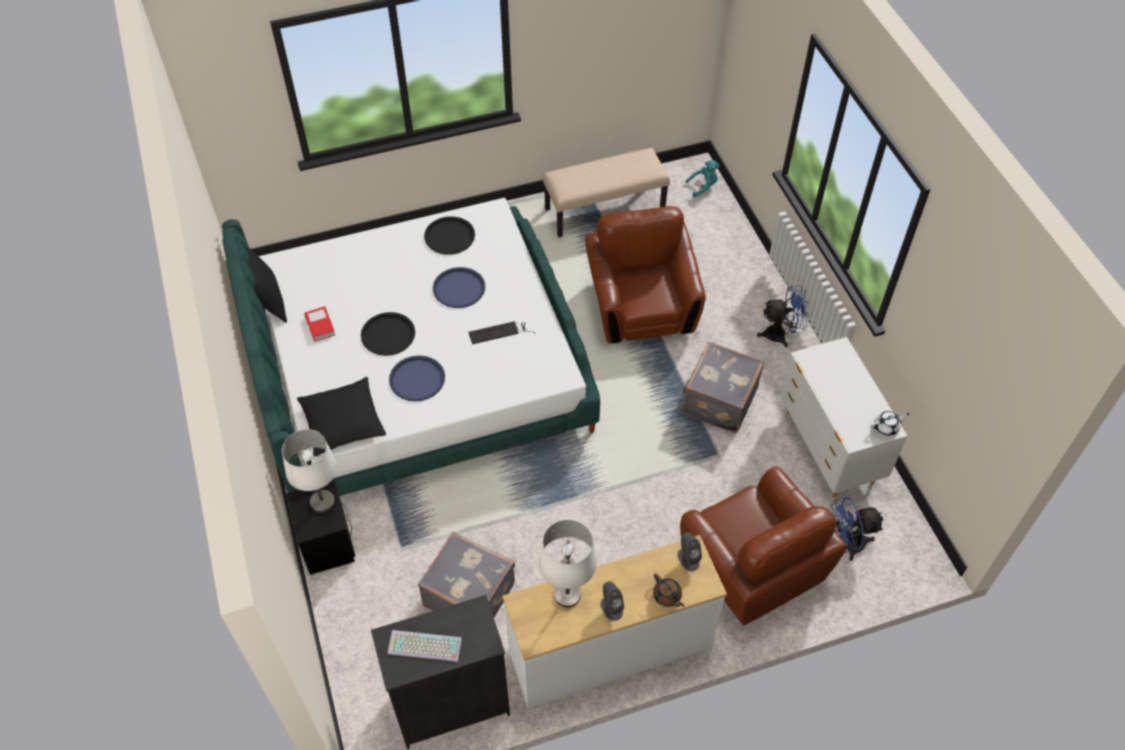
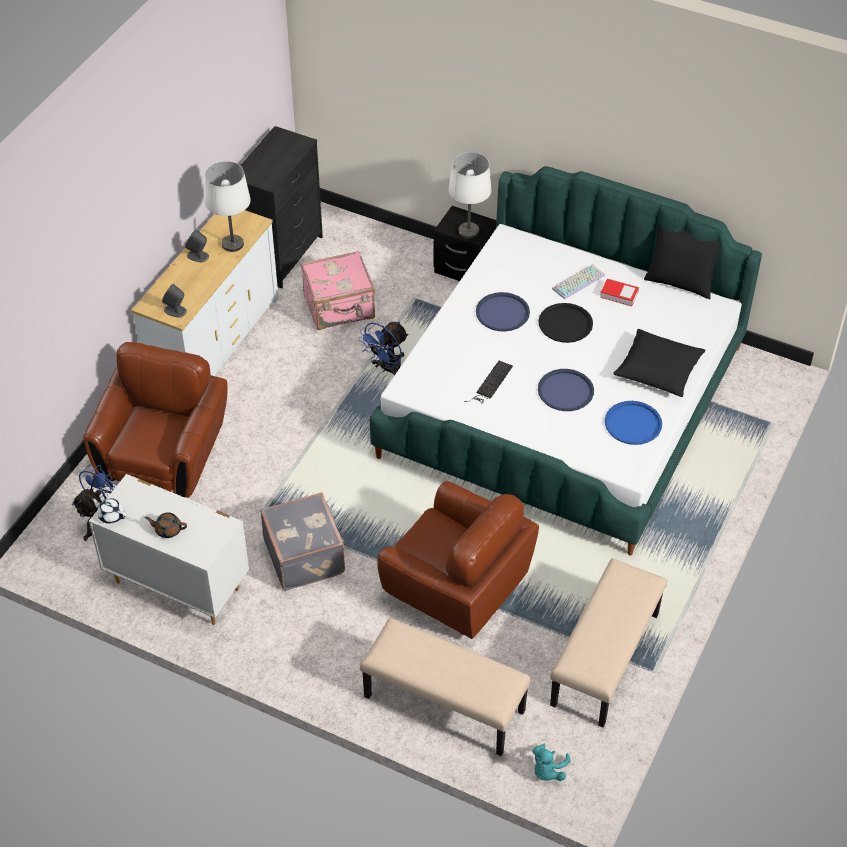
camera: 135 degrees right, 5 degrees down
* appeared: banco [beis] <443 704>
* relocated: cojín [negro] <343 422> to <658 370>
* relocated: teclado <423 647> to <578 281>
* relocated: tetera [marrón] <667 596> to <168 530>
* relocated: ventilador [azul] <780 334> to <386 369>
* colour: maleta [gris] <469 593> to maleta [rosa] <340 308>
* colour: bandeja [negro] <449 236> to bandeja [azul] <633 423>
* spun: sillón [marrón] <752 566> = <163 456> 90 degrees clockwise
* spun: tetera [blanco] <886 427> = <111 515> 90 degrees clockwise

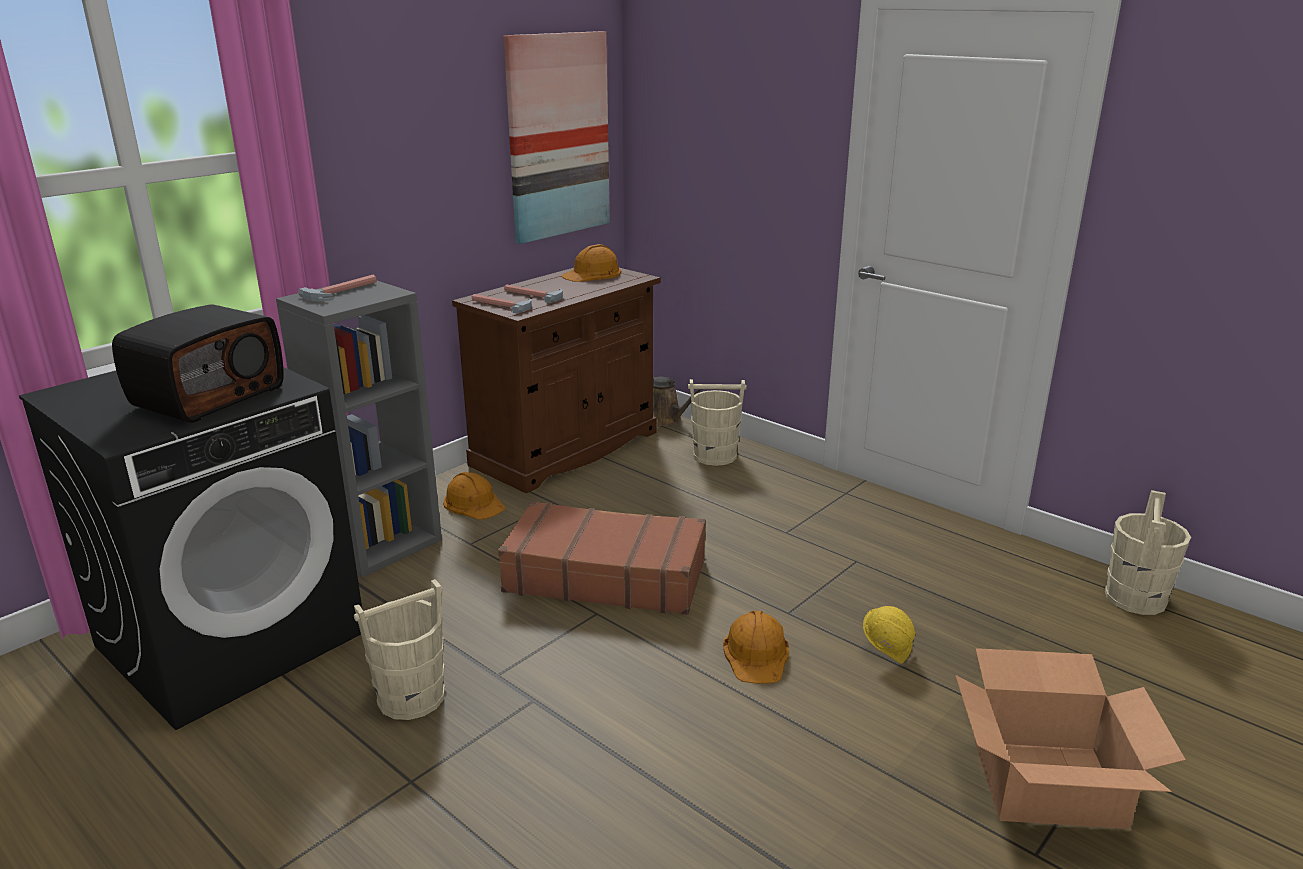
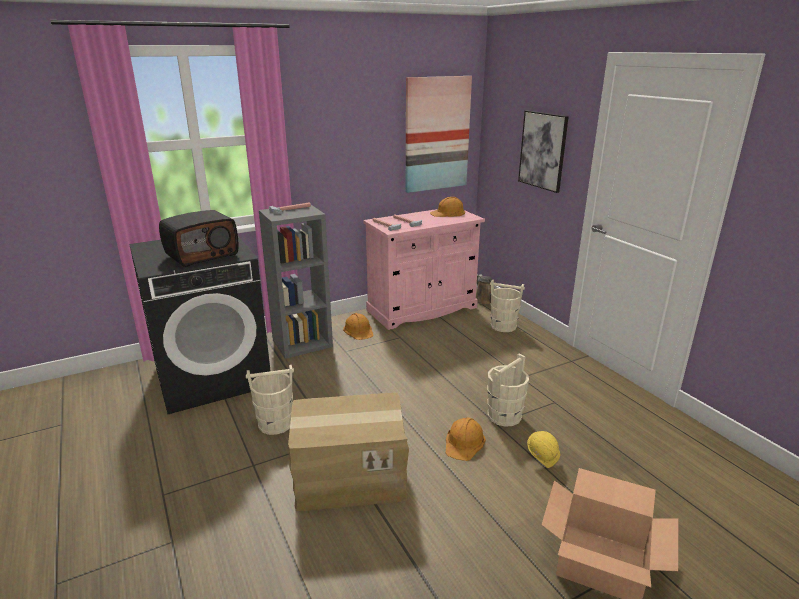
camera: 20 degrees right, 0 degrees up
* missing: maleta [marrón] <605 575>
* appeared: caja de cartón <350 477>
* appeared: cuadro <543 150>
* relocated: cubo [beis] <1135 598> to <504 415>
* colour: armario [marrón] <566 449> to armario [rosa] <422 309>

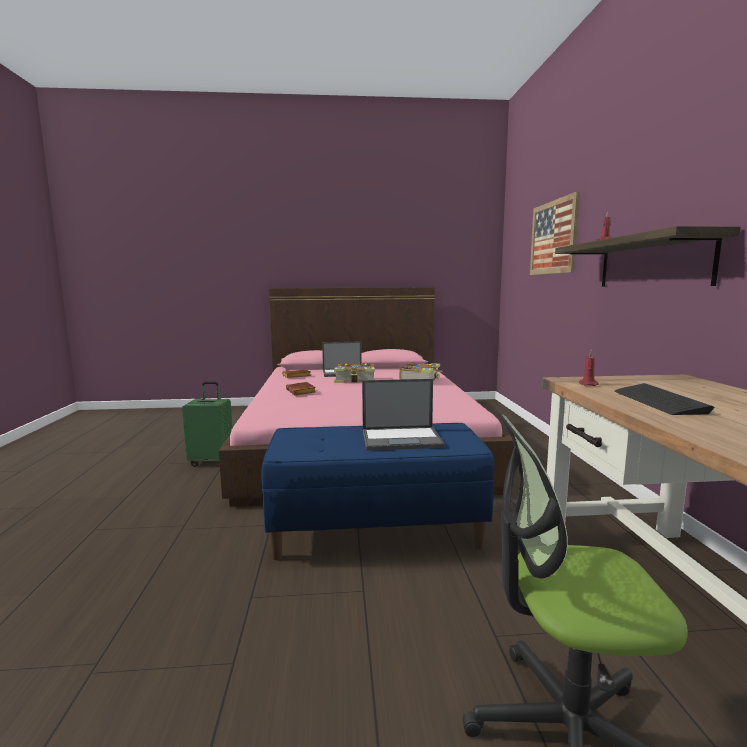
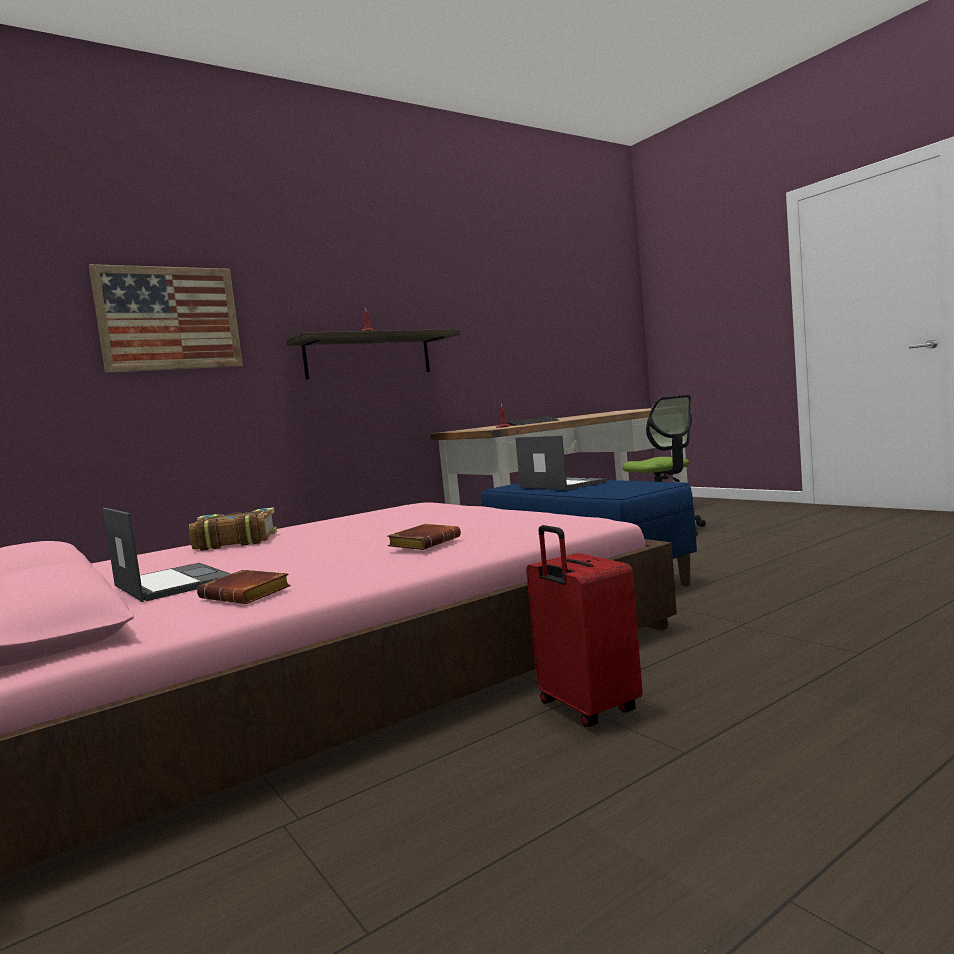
camera: 120 degrees left, 5 degrees down
* missing: libro <355 380>
* colour: maleta [verde] <212 462> to maleta [rojo] <586 709>

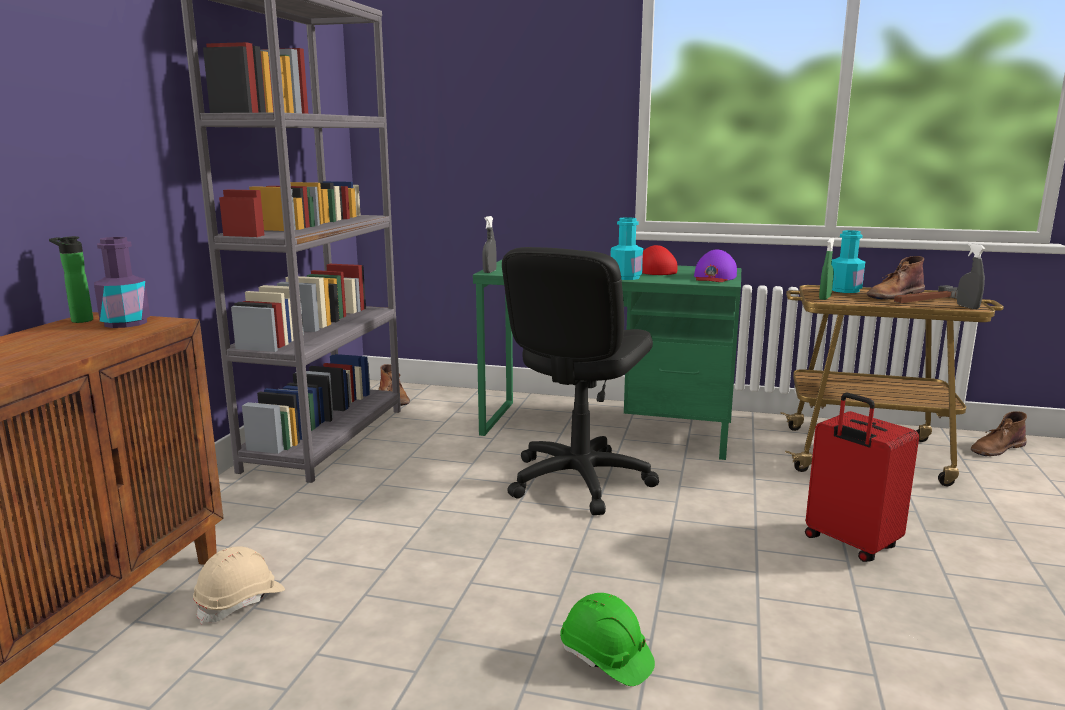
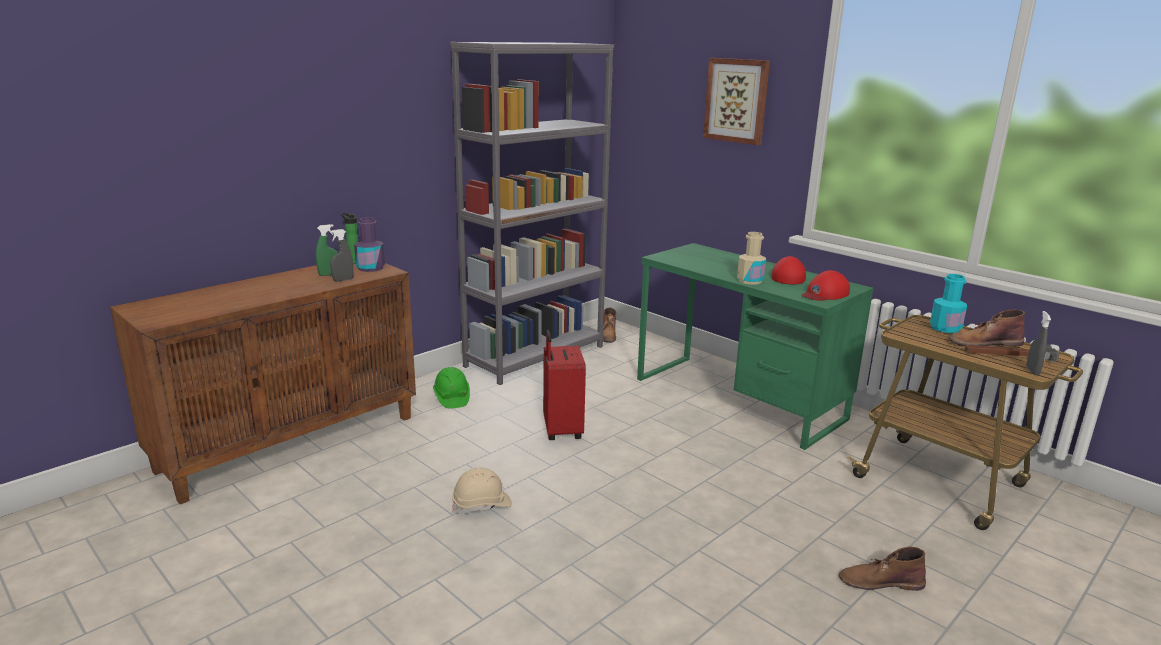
camera: 30 degrees right, 5 degrees up
* missing: silla de oficina [negro] <578 481>
* appeared: cuadro <736 100>
* relocated: casco [beis] <241 602> to <482 505>
* relocated: pulverizador [gris] <489 271> to <343 280>
* relocated: casco [verde] <605 658> to <451 398>
* relocated: maleta [rojo] <849 544> to <561 430>
* relocated: pulverizador [verde] <825 298> to <329 274>
* relocated: bota [marrón] <996 448> to <880 581>
* colour: botella [turquesa] <626 277> to botella [beis] <750 281>
* colour: gorra [morado] <714 277> to gorra [rojo] <824 294>

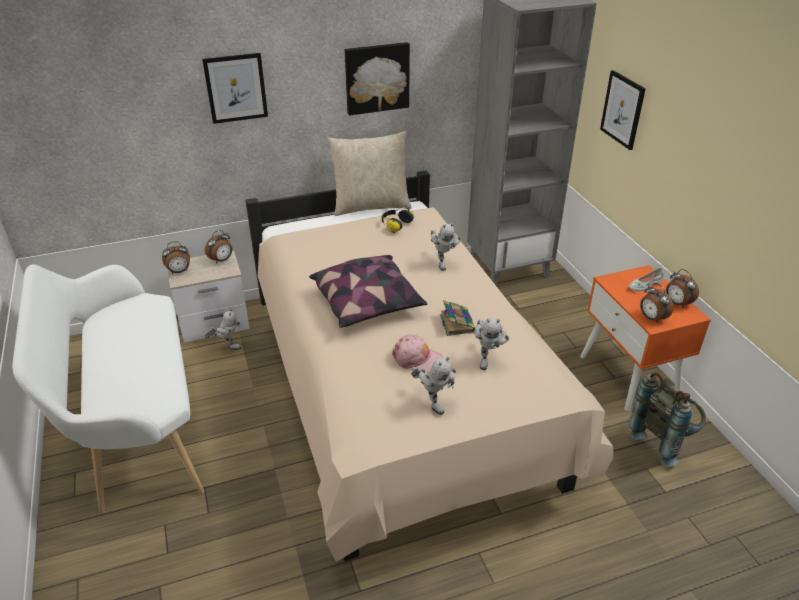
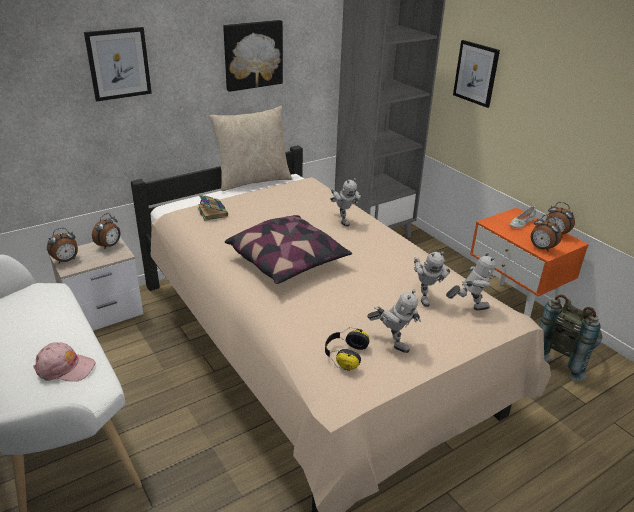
camera: 15 degrees left, 5 degrees down
* relocated: robot de juguete <228 346> to <468 307>
* relocated: auriculares <395 225> to <344 355>
* relocated: gorra [rosa] <417 359> to <65 368>
* relocated: libro <456 323> to <212 212>

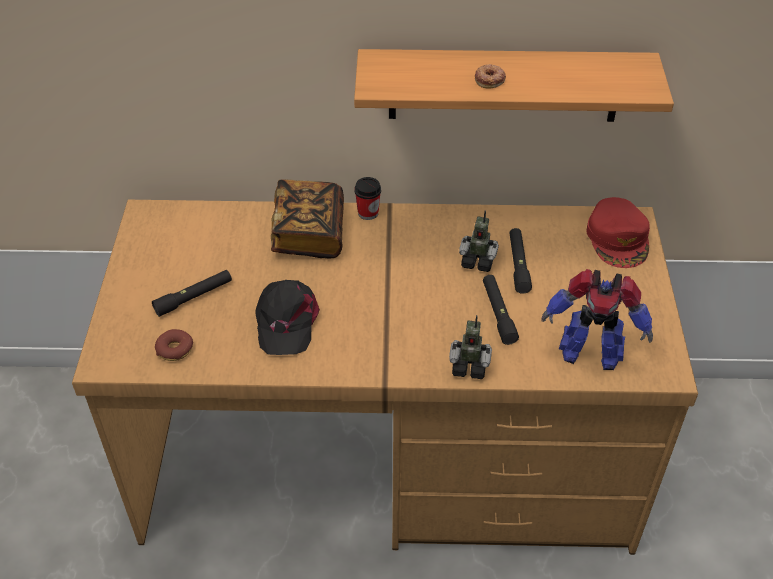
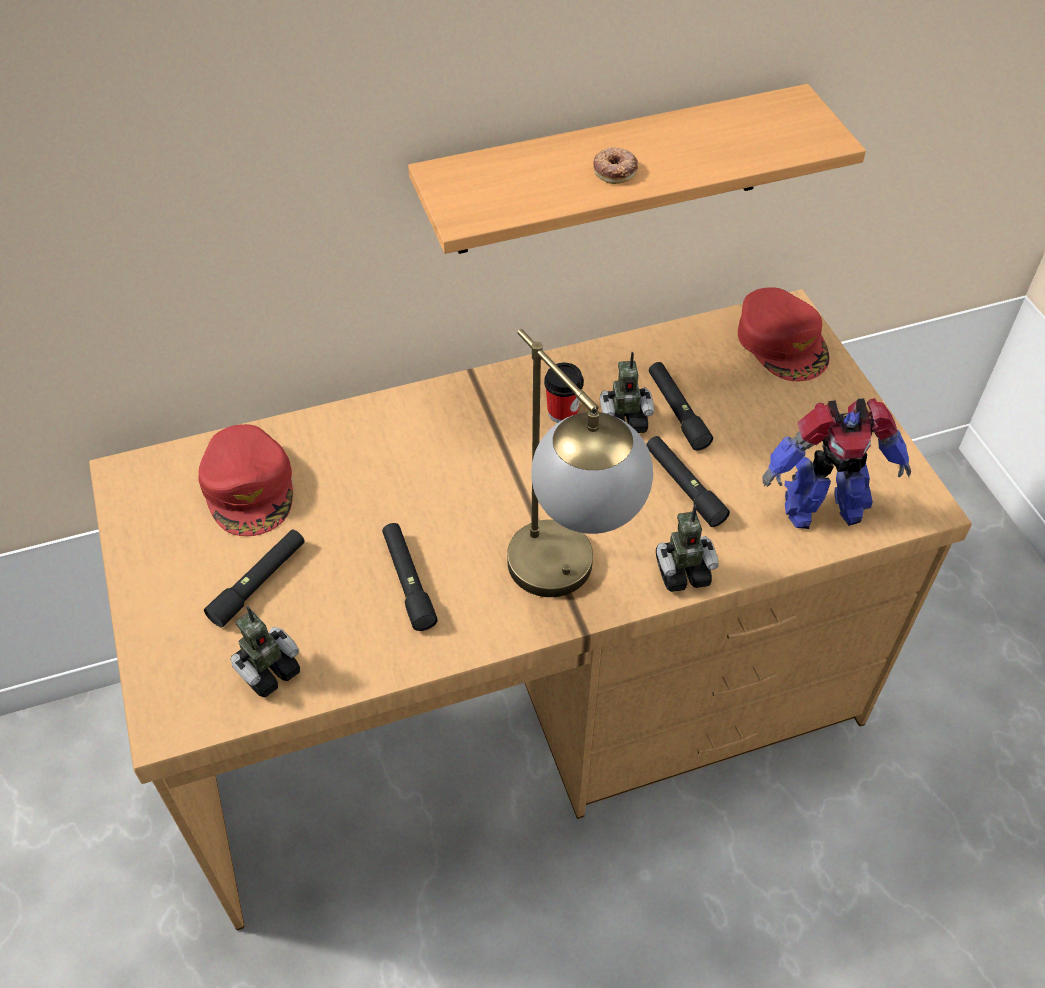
camera: 20 degrees left, 5 degrees up
* missing: libro <309 234>
* appeared: gorra [rojo] <249 487>
* appeared: lámpara de mesa <569 584>
* relocated: taza <368 213> to <562 412>
* exchanged: rosquilla <175 349> to robot de juguete <267 670>
* exchanged: gorra [negro] <286 322> to linterna [negro] <408 581>

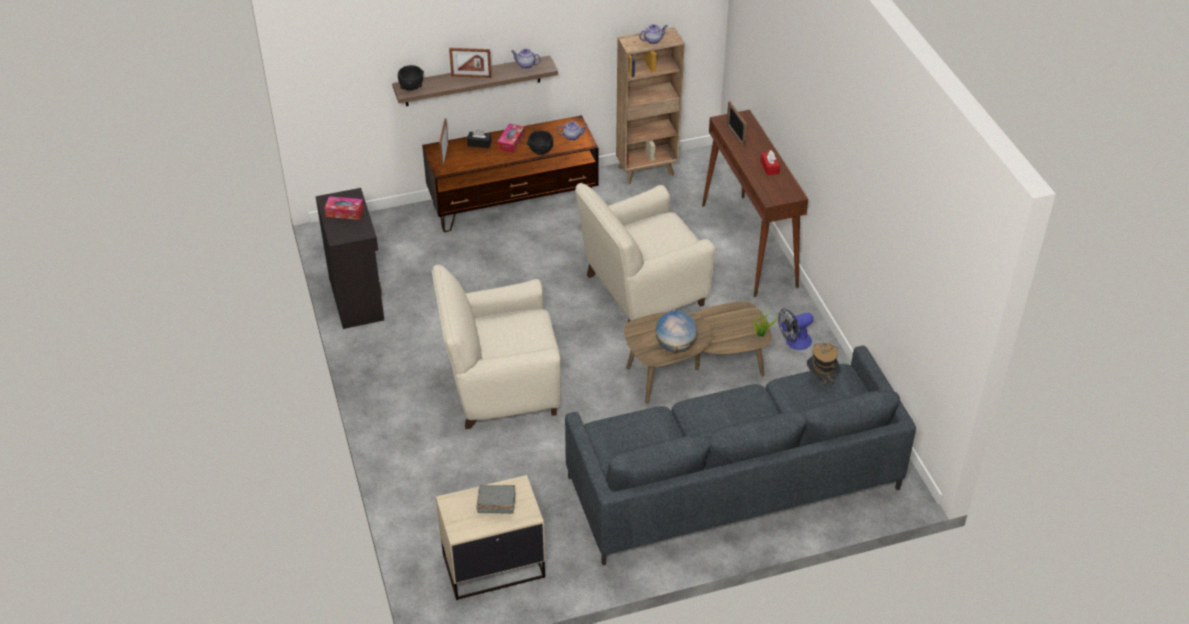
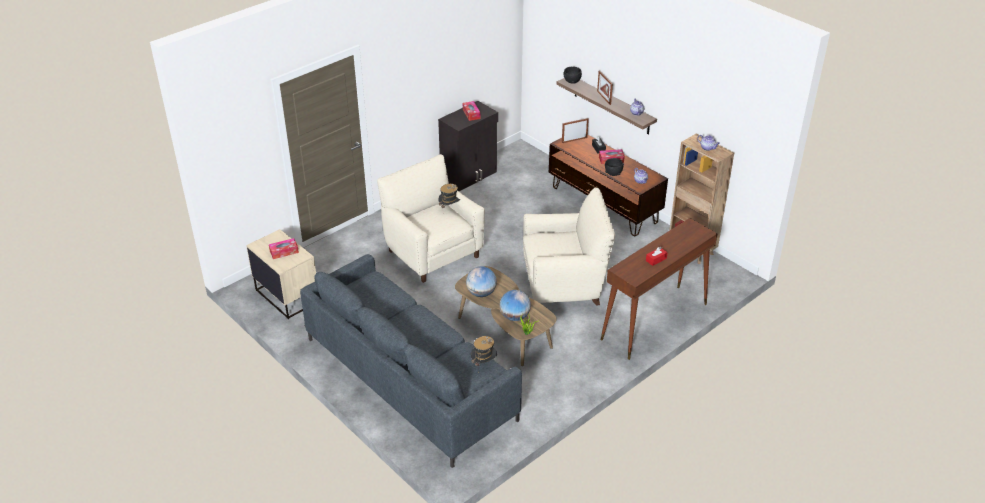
camera: 65 degrees right, 5 degrees down
* missing: portarretratos <735 136>
* missing: ventilador <794 342>
* appeared: sombrero <449 208>
* appeared: globo terráqueo <514 316>
* exchanged: libro [gris] <496 504> to caja de pañuelos <284 252>
* spun: sillón [beis] <641 290> = <564 284> 135 degrees clockwise

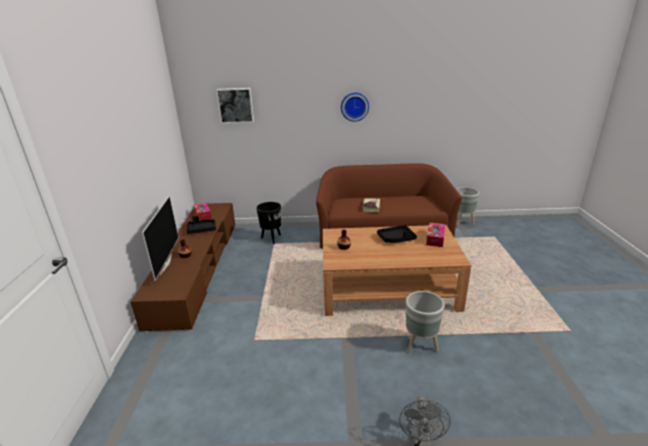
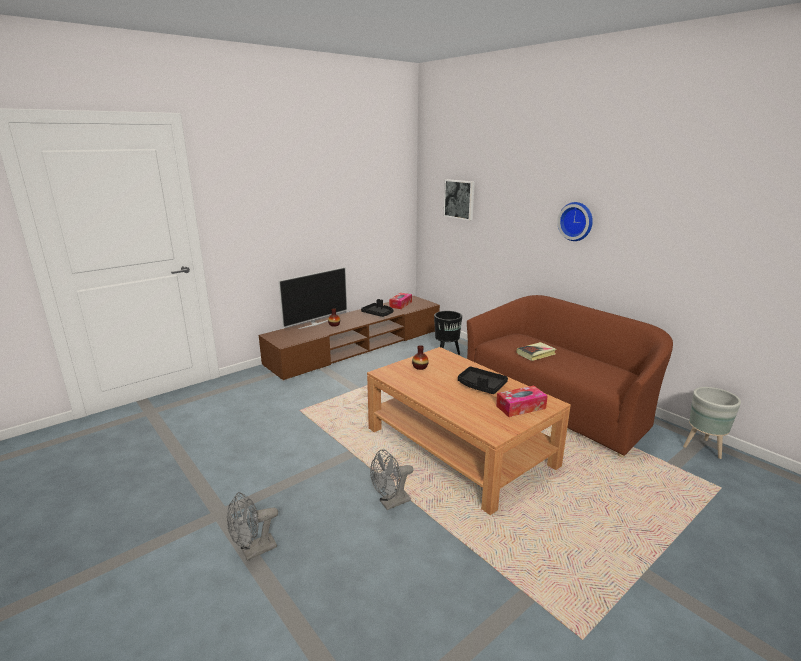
camera: 50 degrees right, 5 degrees down
* exchanged: maceta [gris] <421 345> to ventilador [gris] <391 503>

